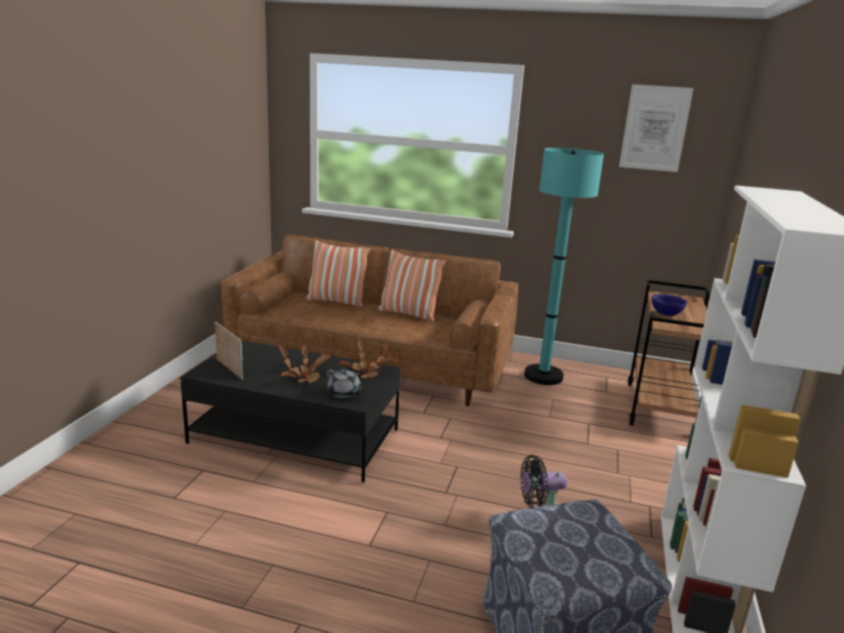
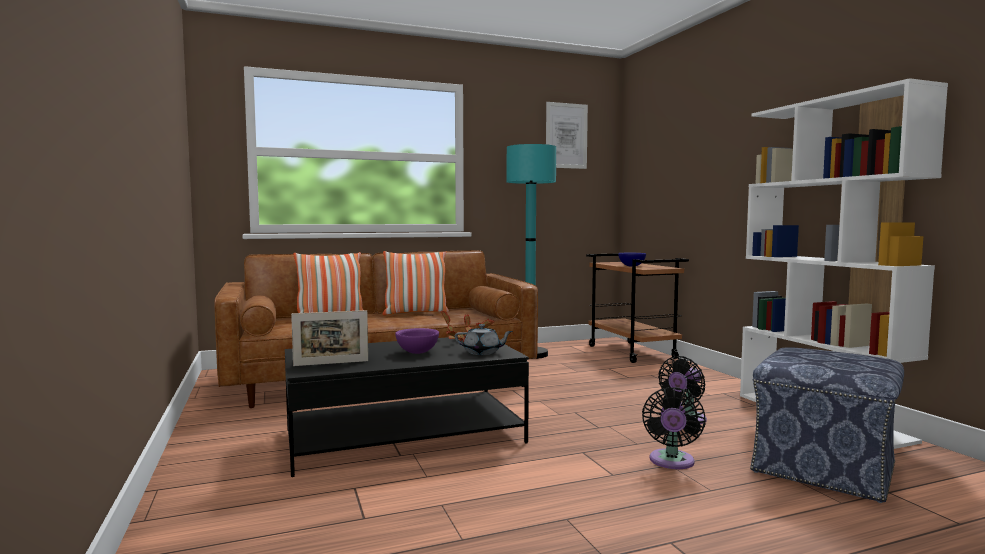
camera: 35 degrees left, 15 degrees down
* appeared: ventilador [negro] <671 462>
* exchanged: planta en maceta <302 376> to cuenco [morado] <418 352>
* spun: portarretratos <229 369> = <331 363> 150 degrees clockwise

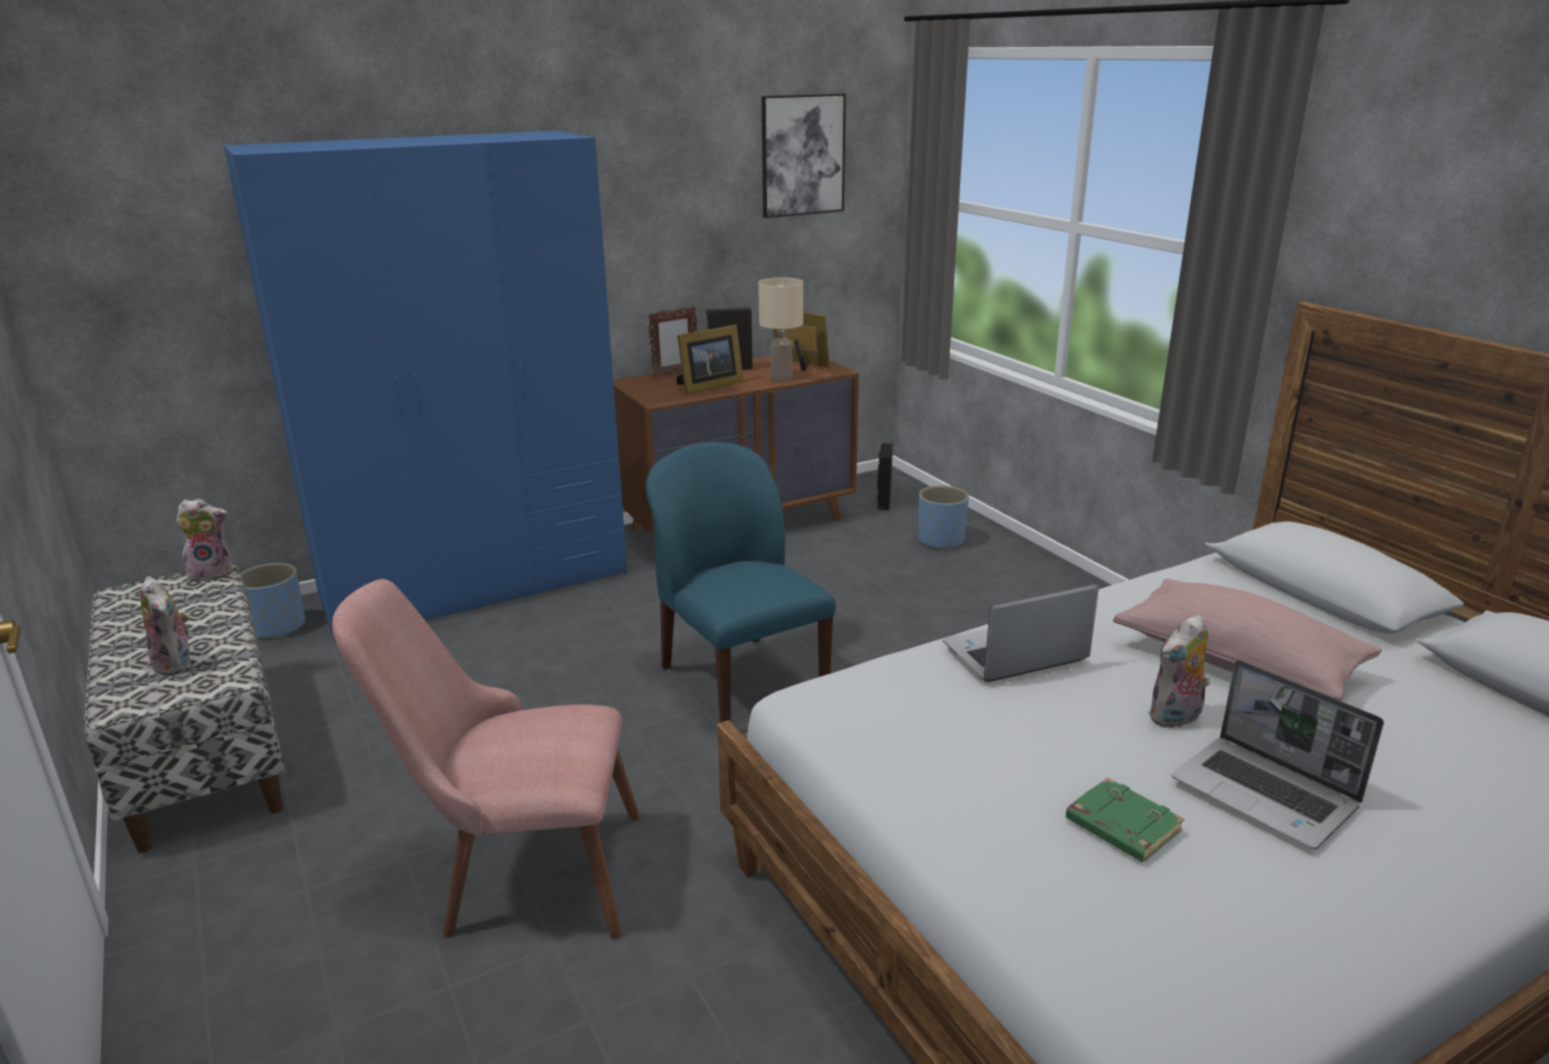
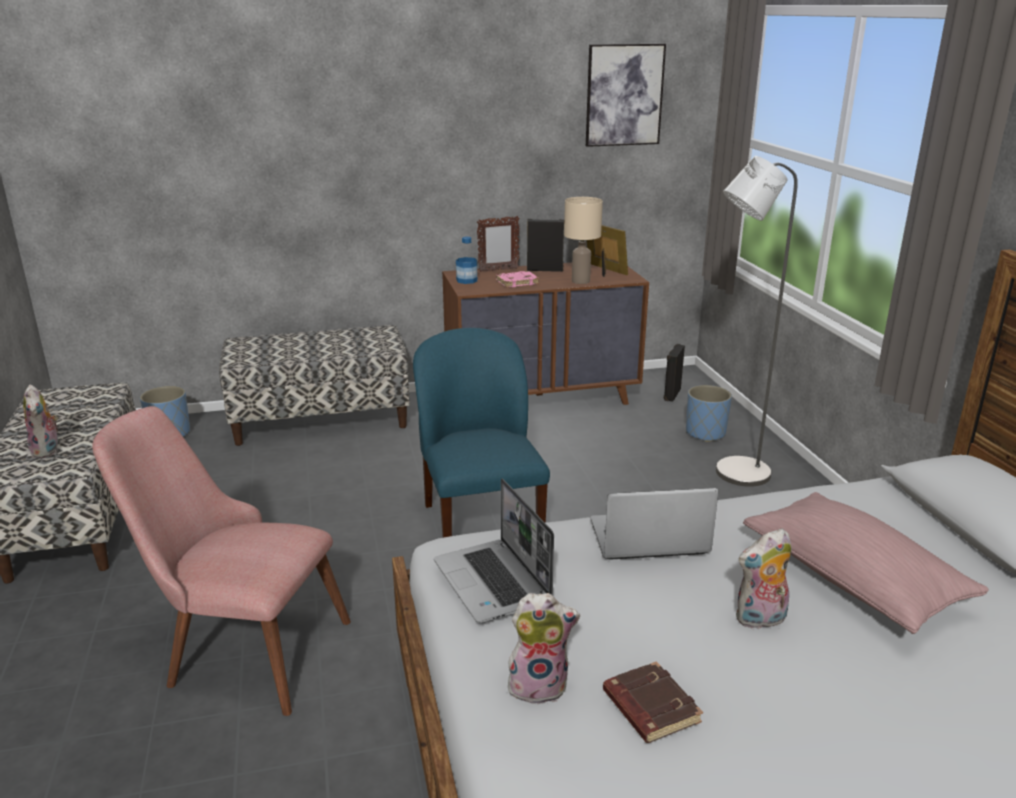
camera: 15 degrees right, 0 degrees up
* appeared: botella <466 280>
* appeared: lámpara de pie [gris] <733 474>
* relocated: peluche <213 573> to <539 685>
* relocated: portátil <1266 794> to <494 582>
* exchanged: armario ropero [azul] <477 584> to banco <321 420>
* exchanged: portarretratos <708 386> to libro [rosa] <517 282>
* colour: libro [verde] <1120 826> to libro [marrón] <649 707>

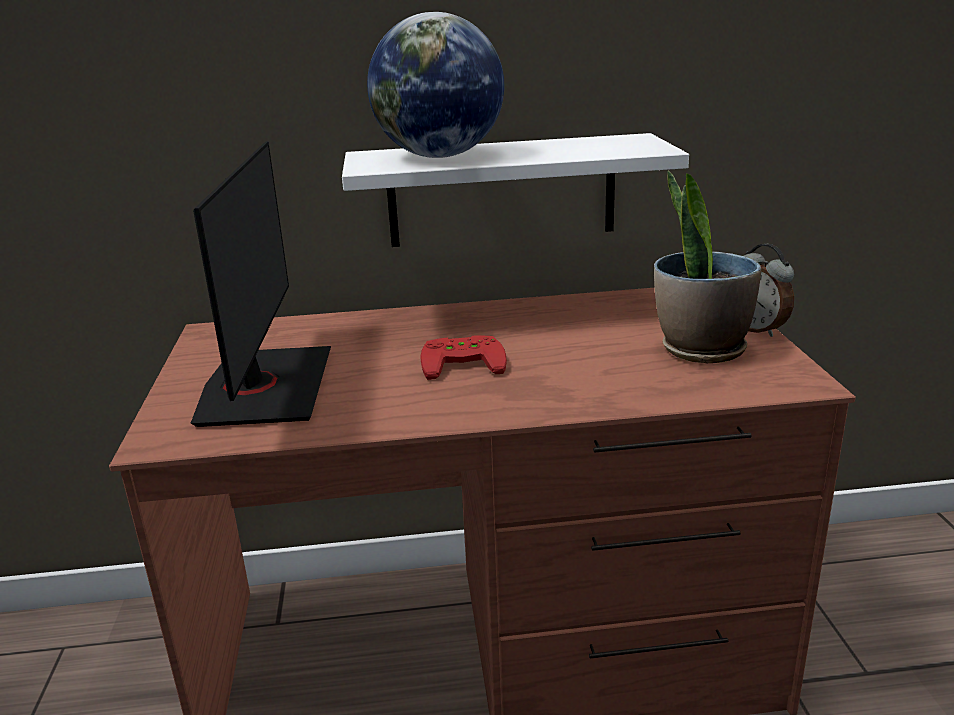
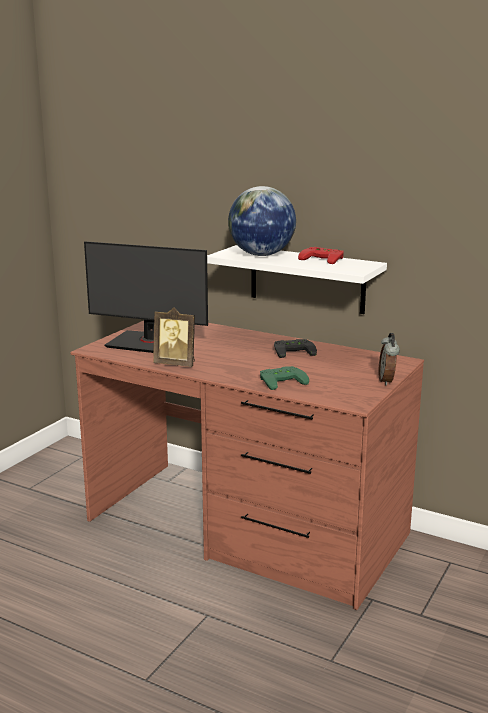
camera: 35 degrees right, 5 degrees down
* missing: planta en maceta <700 349>
* appeared: portarretratos <176 364>
* appeared: mando de consola [verde] <281 380>
* appeared: mando de consola [negro] <293 351>
* relocated: mando de consola [rojo] <463 362> to <323 259>
* spun: monitor <264 387> = <149 343> 75 degrees clockwise

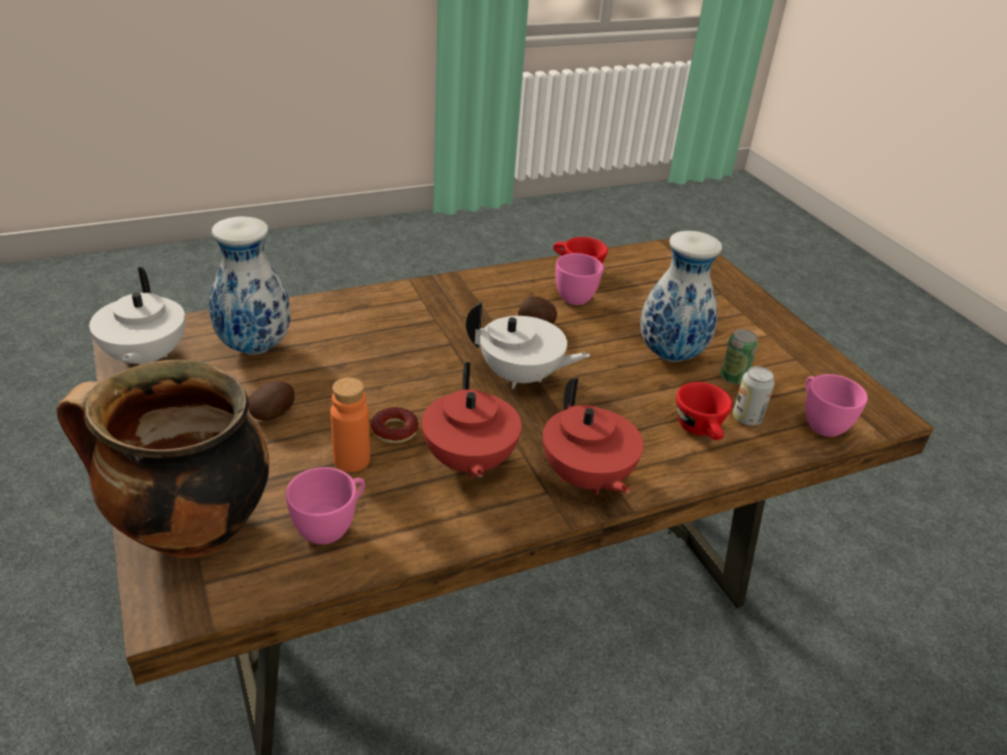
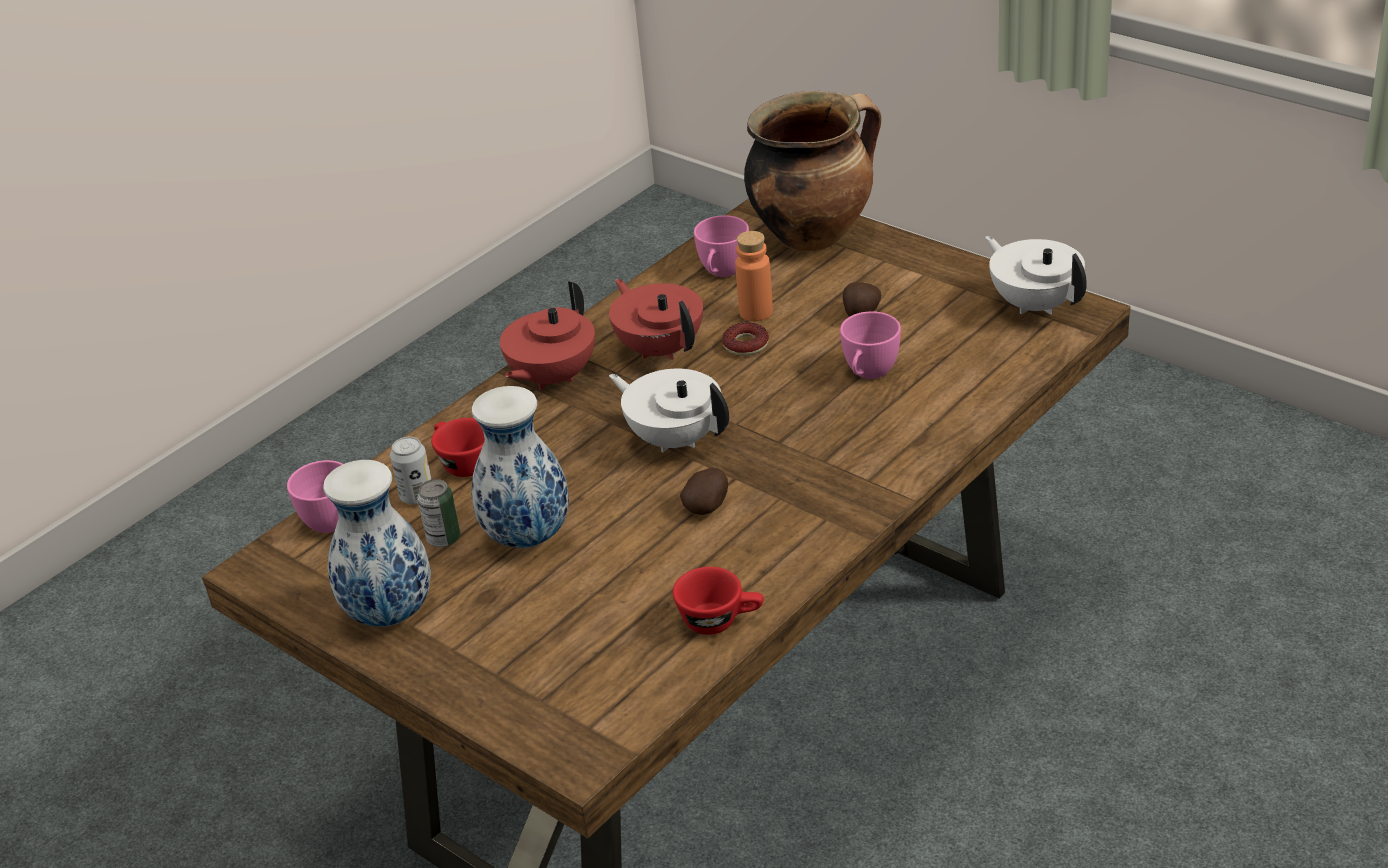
camera: 160 degrees right, 0 degrees up
* relocated: florero <256 346> to <388 616>
* relocated: taza [rosa] <579 297> to <868 374>
* spun: tetera [blanco] <521 377> = <675 438> 45 degrees clockwise
* spun: tetera [rojo] <586 478> = <551 378> 105 degrees counterclockwise

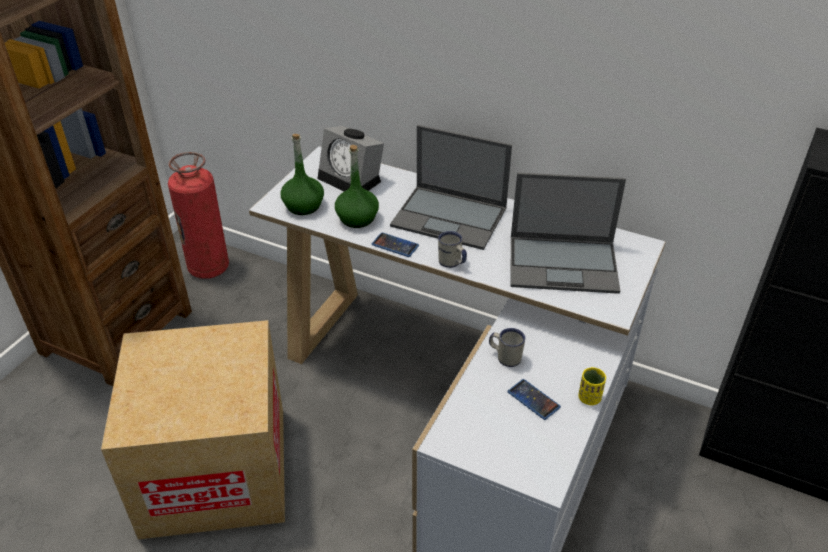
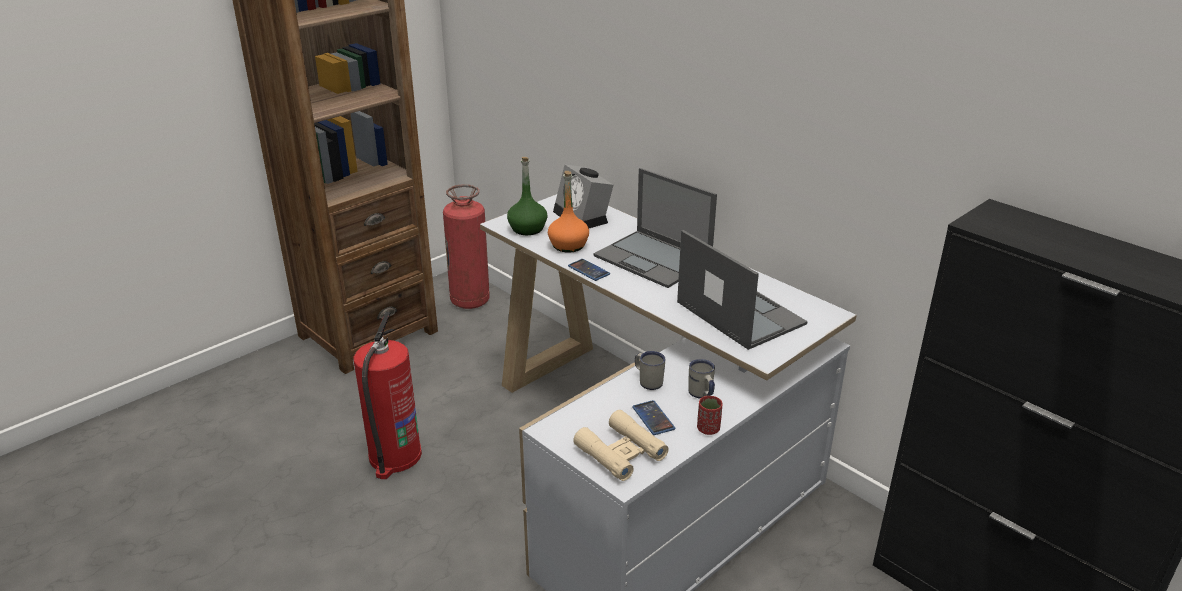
camera: 20 degrees right, 10 degrees down
* appeared: prismáticos [beis] <621 452>
* relocated: taza grande [blanco] <452 263> to <701 394>
* exchanged: caja de cartón <215 470> to extintor <394 456>
* colour: botella [verde] <357 218> to botella [naranja] <568 245>
* colour: taza [amarillo] <589 398> to taza [rojo] <708 429>
* spun: portátil <564 264> = <738 313> 150 degrees counterclockwise

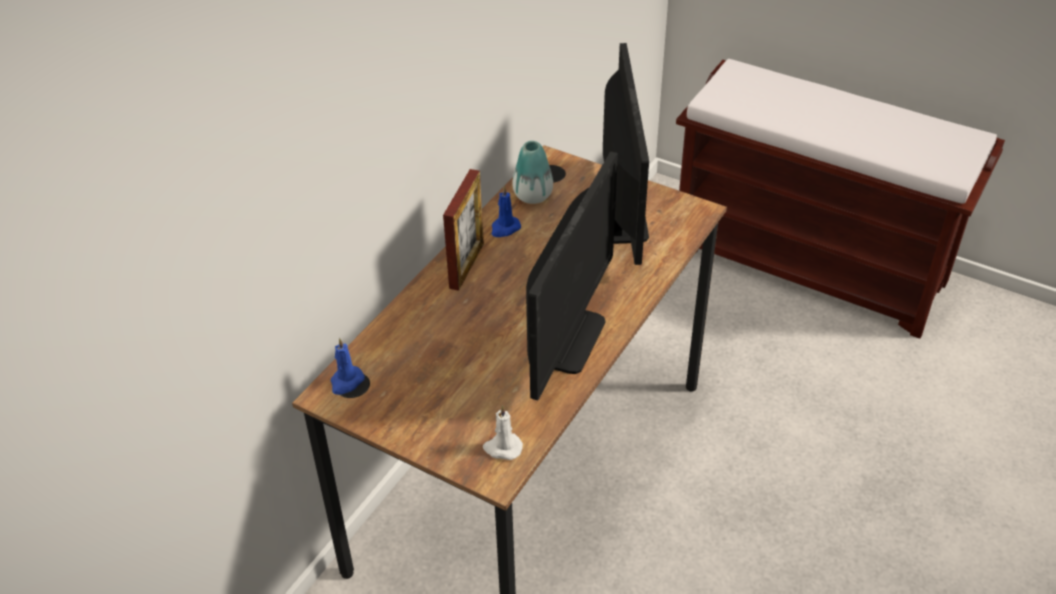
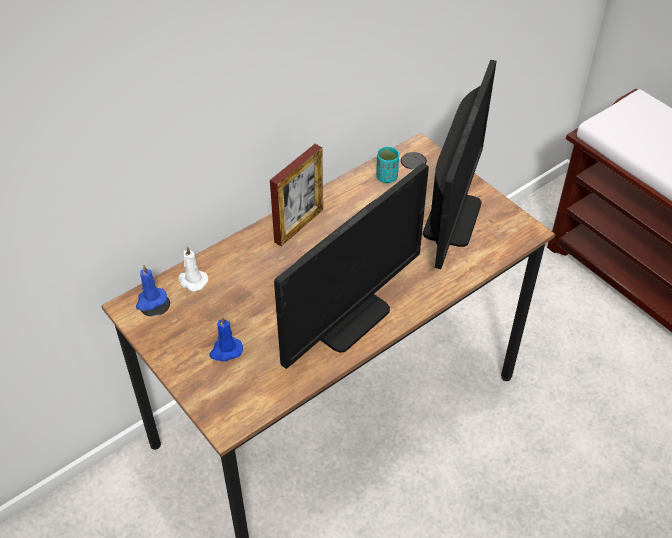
camera: 20 degrees right, 5 degrees up
* relocated: vela [blanco] <502 448> to <192 281>
* relocated: vela [azul] <504 228> to <225 351>
* exchanged: florero <533 196> to taza [turquesa] <386 177>

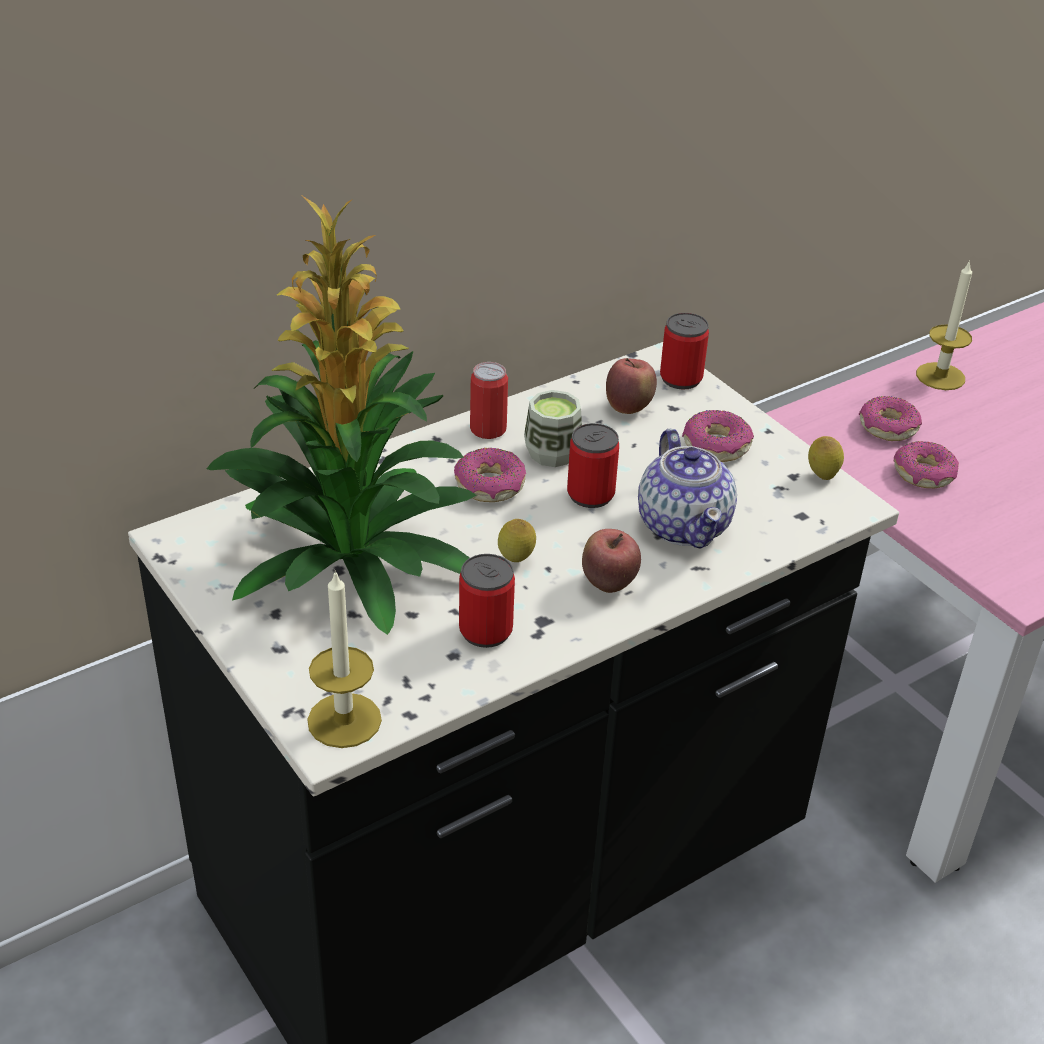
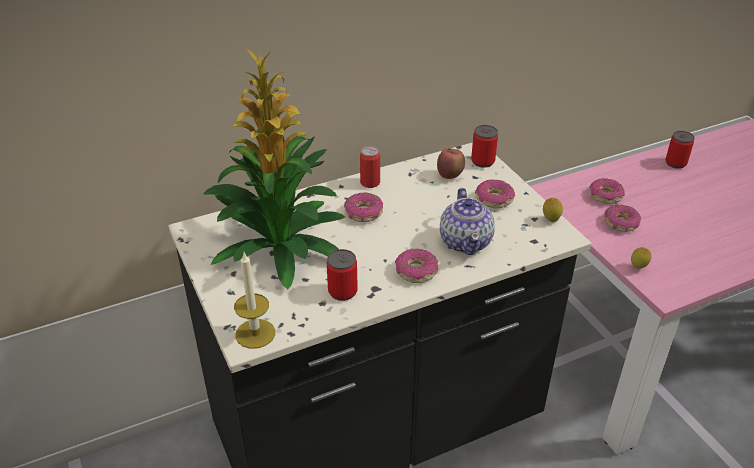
camera: 10 degrees right, 0 degrees up
* missing: taza <552 453>
* missing: vela <940 376>
* relocated: limón <516 561> to <638 268>
* relocated: lata <590 495> to <675 163>
* exchanged: manzana <608 584> to rosquilla <416 271>

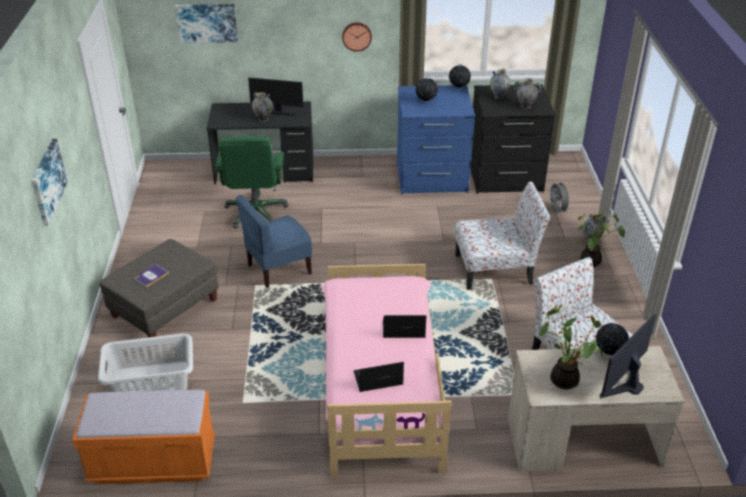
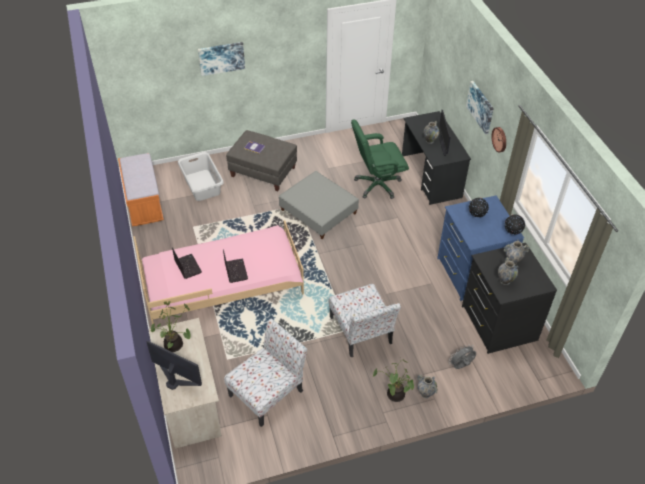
camera: 75 degrees right, 10 degrees up
* missing: globo terráqueo <608 354>
* relocated: cuadro <207 22> to <480 107>
* exchanged: silla [azul] <278 269> to puf [gris] <318 212>

